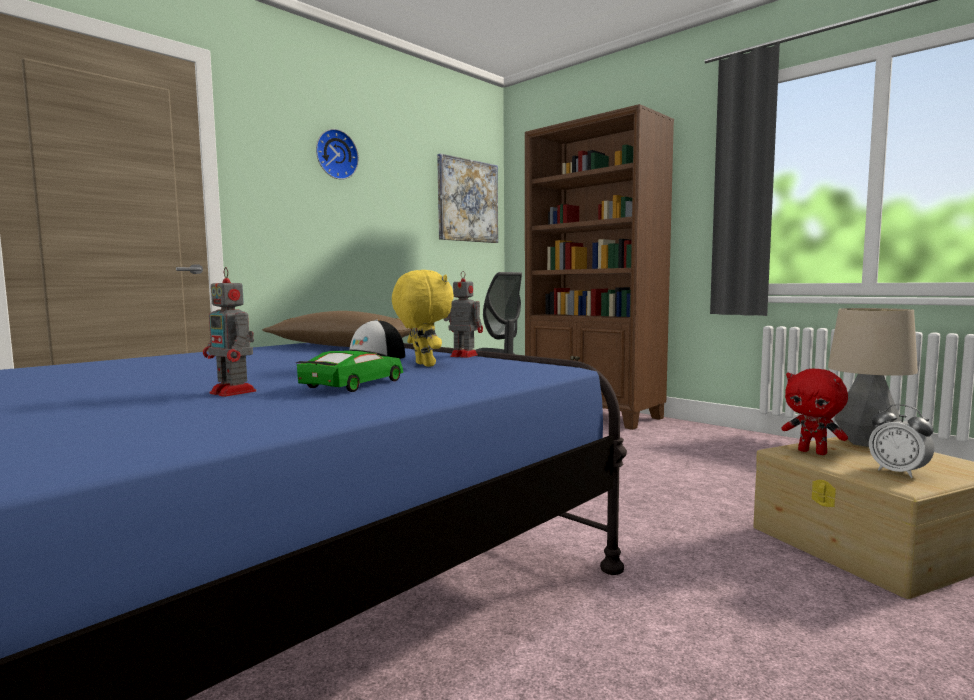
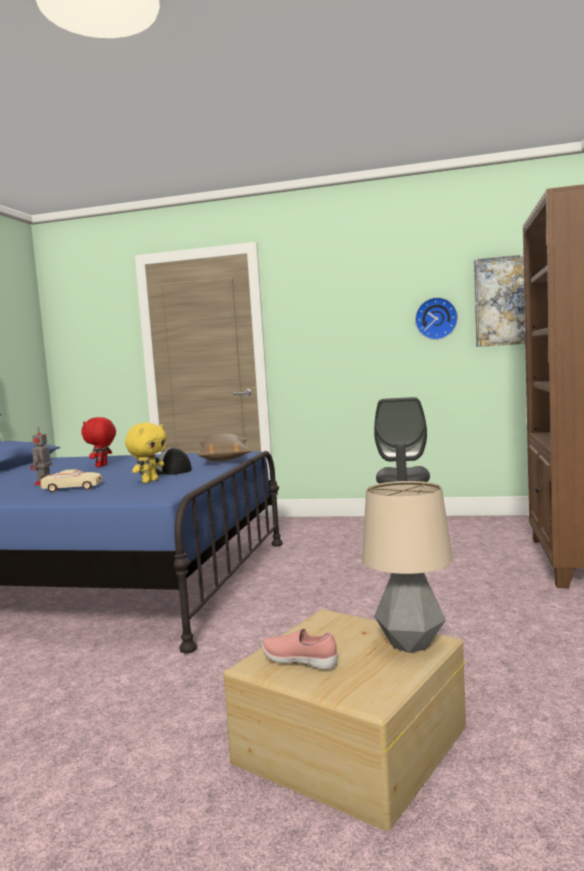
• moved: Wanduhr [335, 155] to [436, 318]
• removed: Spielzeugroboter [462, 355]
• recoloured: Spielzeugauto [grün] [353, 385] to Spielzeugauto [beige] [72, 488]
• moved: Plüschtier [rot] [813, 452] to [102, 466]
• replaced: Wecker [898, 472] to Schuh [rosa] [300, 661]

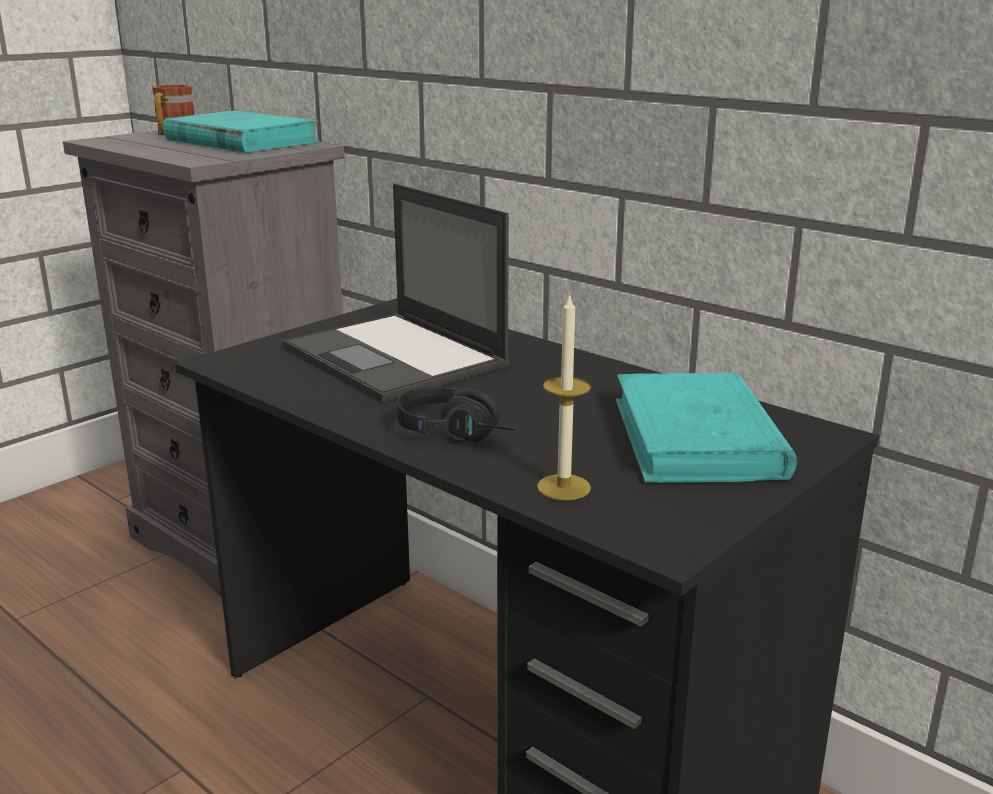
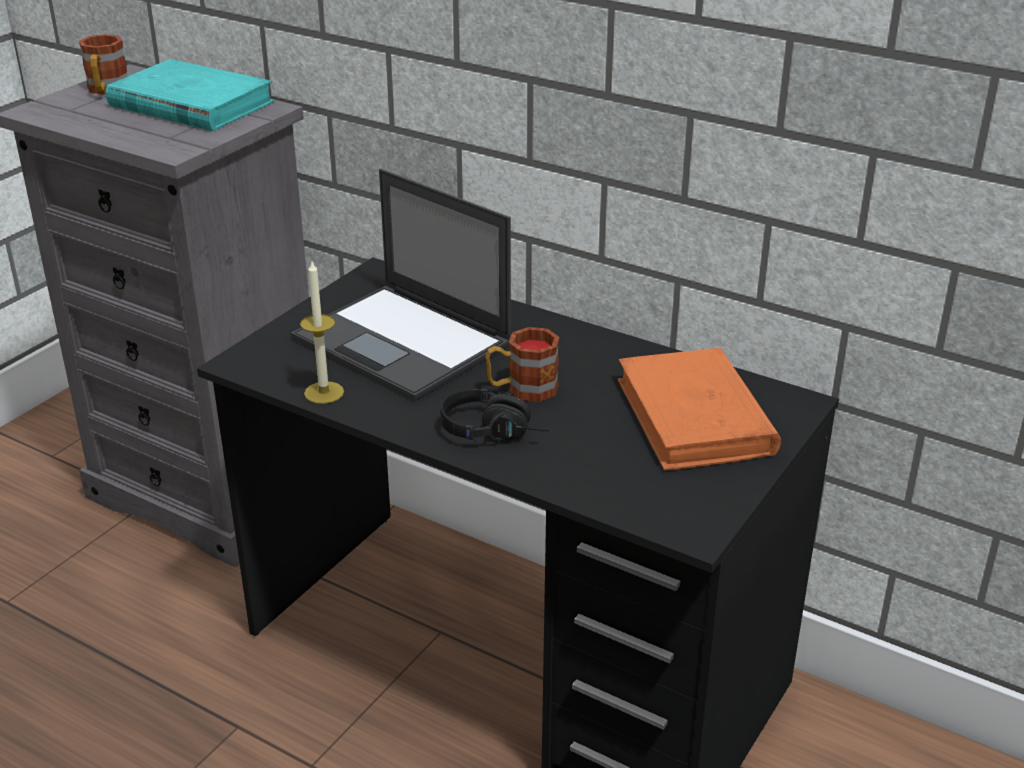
• moved: Kerze [564, 487] to [324, 392]
• recoloured: Buch [türkis] [697, 438] to Buch [orange] [694, 417]
• added: Henkelbecher [522, 389]

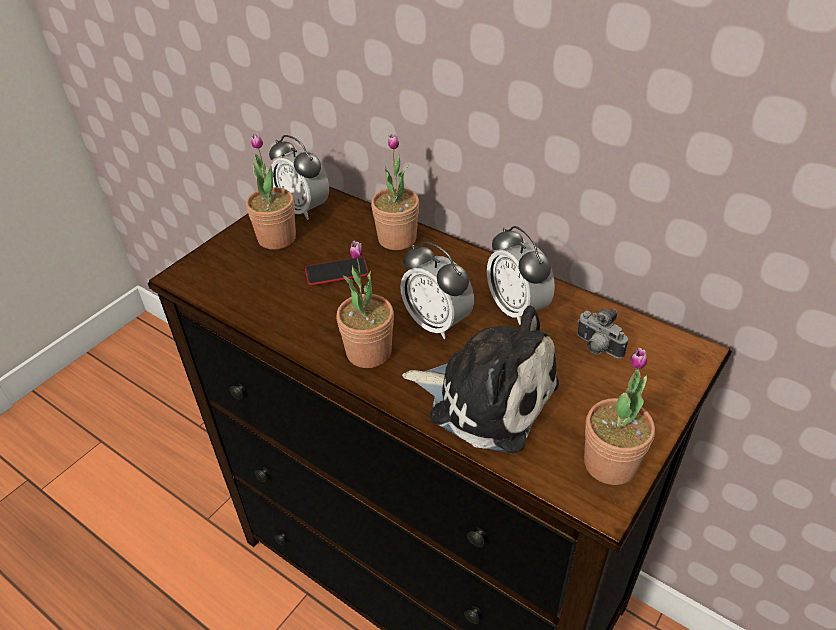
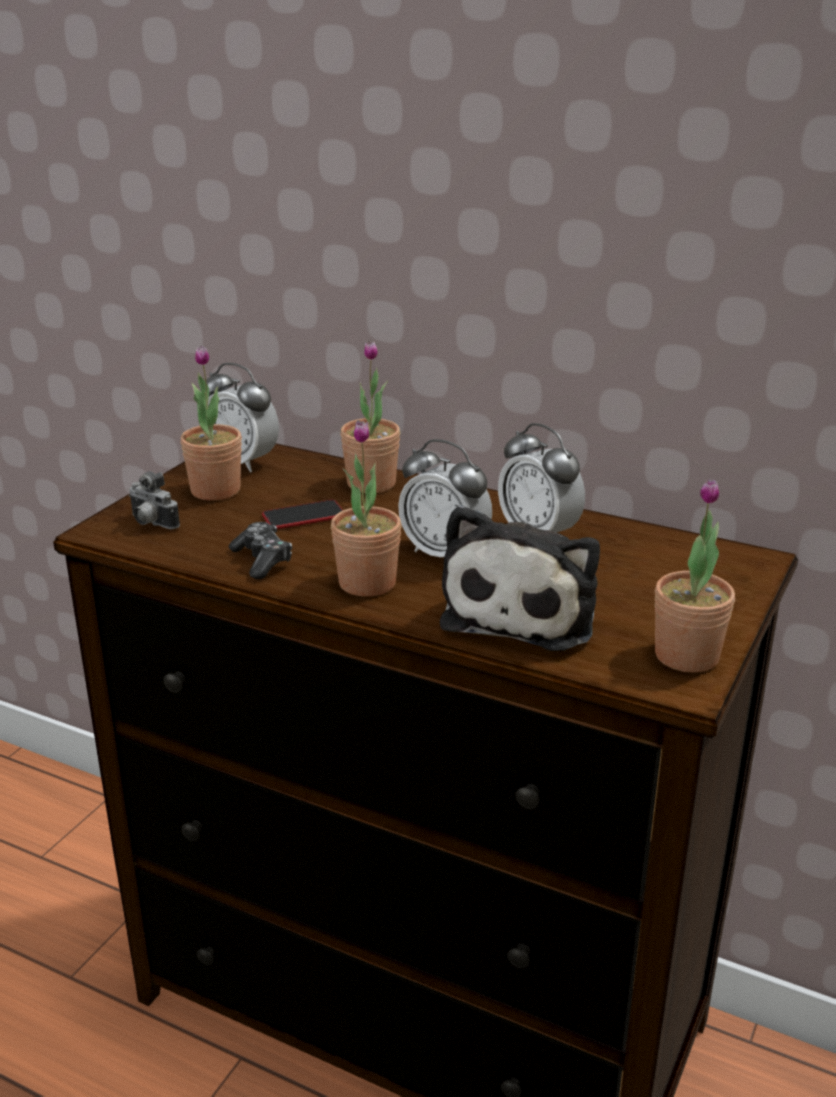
• turned: Plüschtier [486, 397] = [524, 611] 90 degrees clockwise
• moved: Kamera [596, 348] to [151, 524]
• added: Gamepad [262, 560]

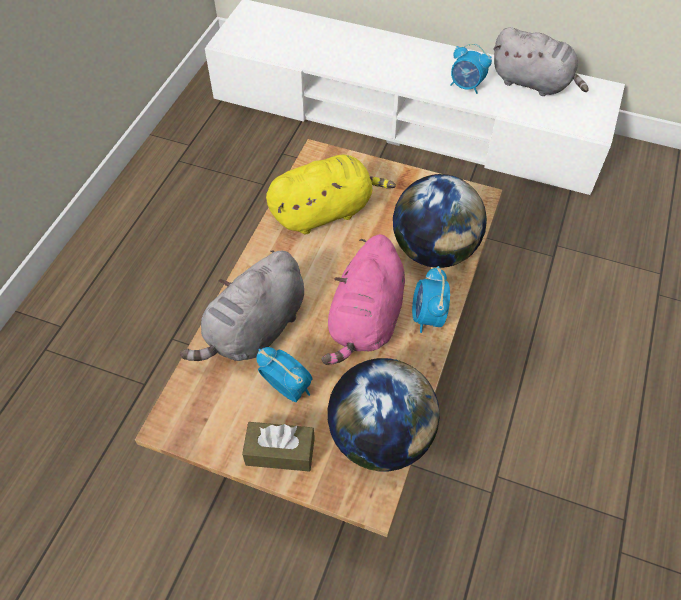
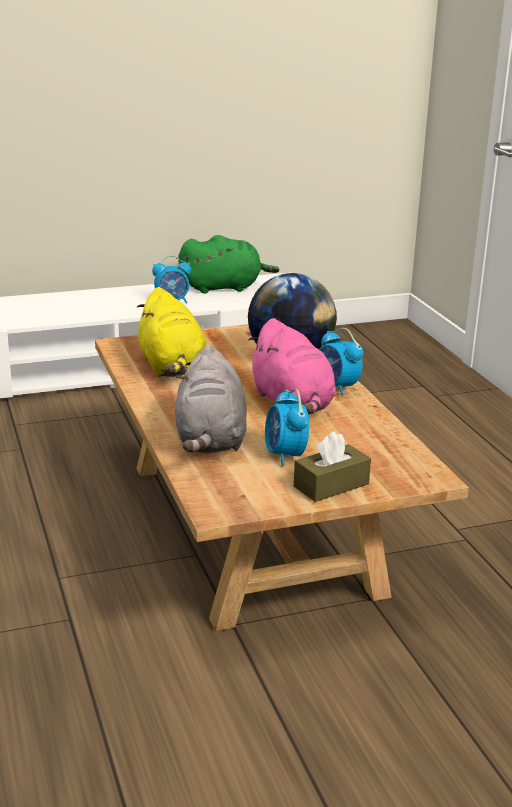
• recoloured: Plüschtier [grau] [533, 83] to Plüschtier [grün] [224, 287]
• turned: Plüschtier [gelb] [325, 211] = [172, 367] 135 degrees clockwise
• turned: Wecker [287, 388] = [285, 455] 105 degrees counterclockwise
• removed: Globus [380, 436]

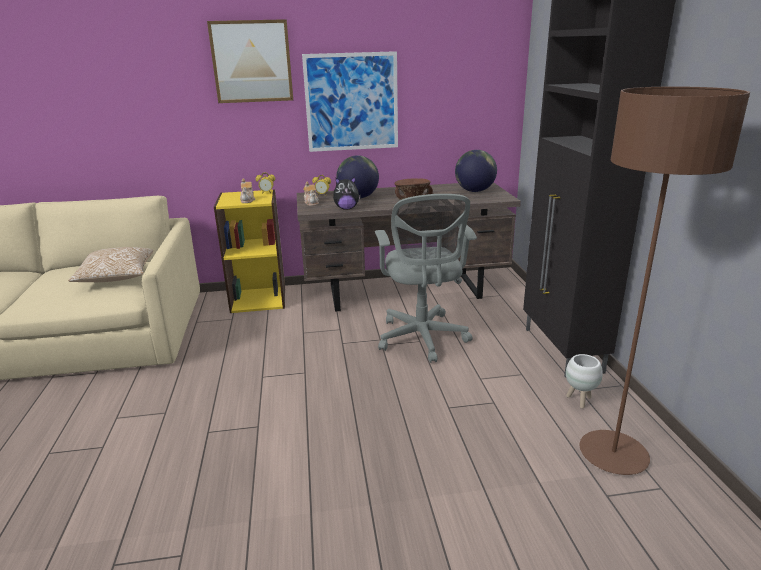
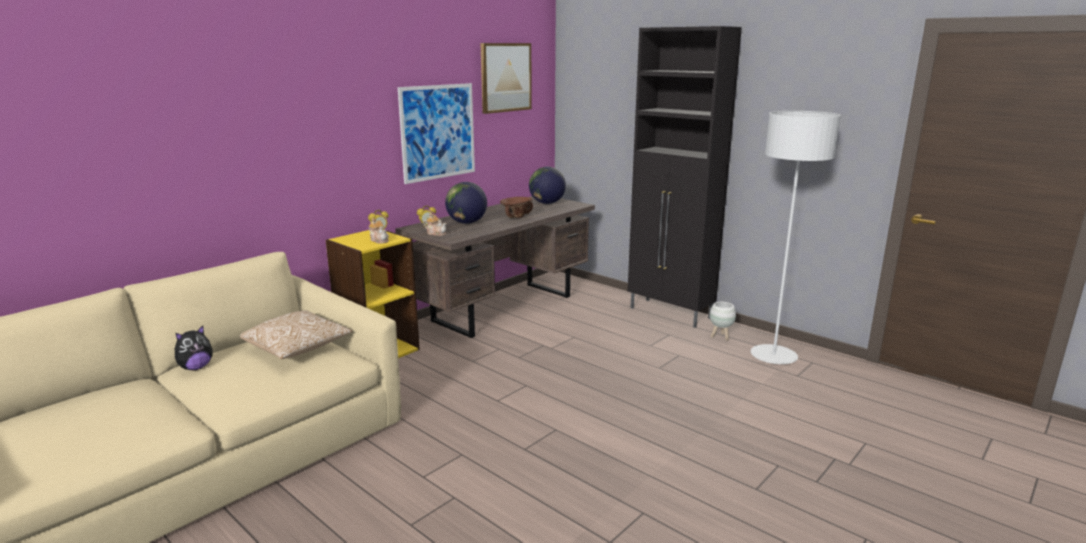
• moved: Bild [252, 62] to [505, 77]
• recoloured: Stehlampe [braun] [613, 454] to Stehlampe [grau] [773, 356]
• moved: Plüschtier [346, 208] to [196, 367]
• removed: Bürostuhl [grau] [422, 339]

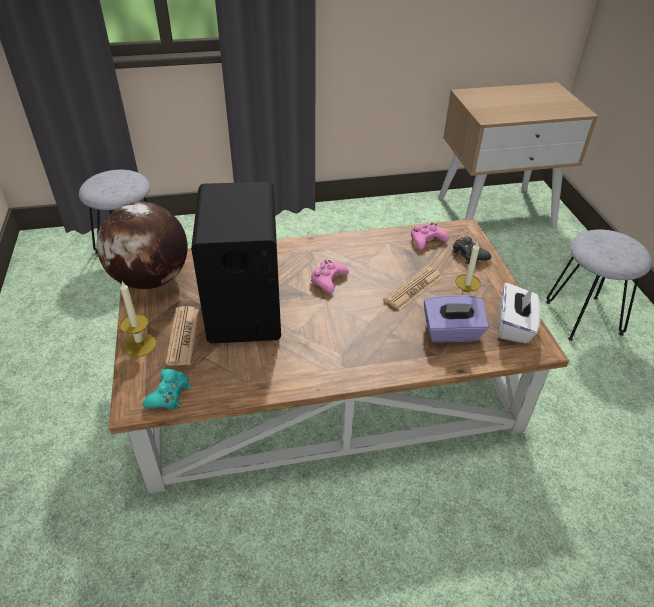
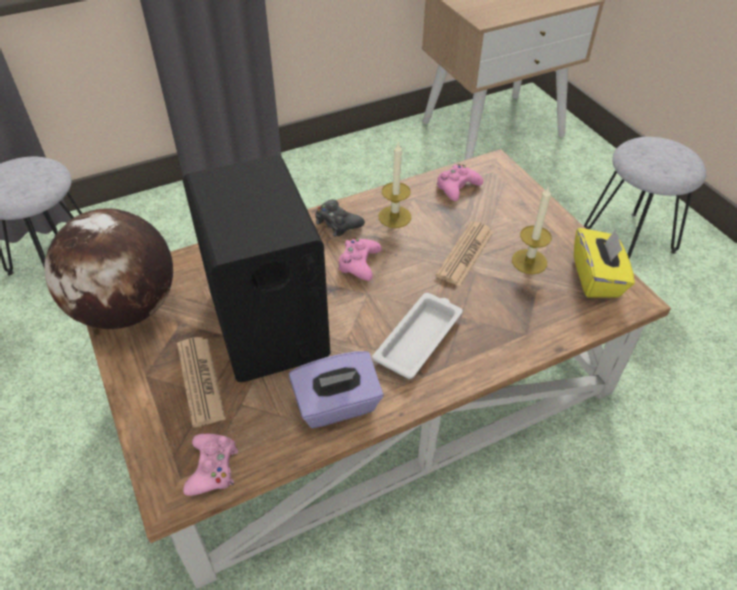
• moved: Gamepad [schwarz] [469, 255] to [337, 223]
• moved: Kerze [140, 345] to [394, 217]
• recoloured: Taschentuchbox [weiß] [514, 326] to Taschentuchbox [gelb] [597, 278]
• moved: Taschentuchbox [lila] [452, 333] to [337, 405]
• recoloured: Gamepad [türkis] [169, 394] to Gamepad [rosa] [213, 468]
• added: Tablett [weiß] [419, 338]

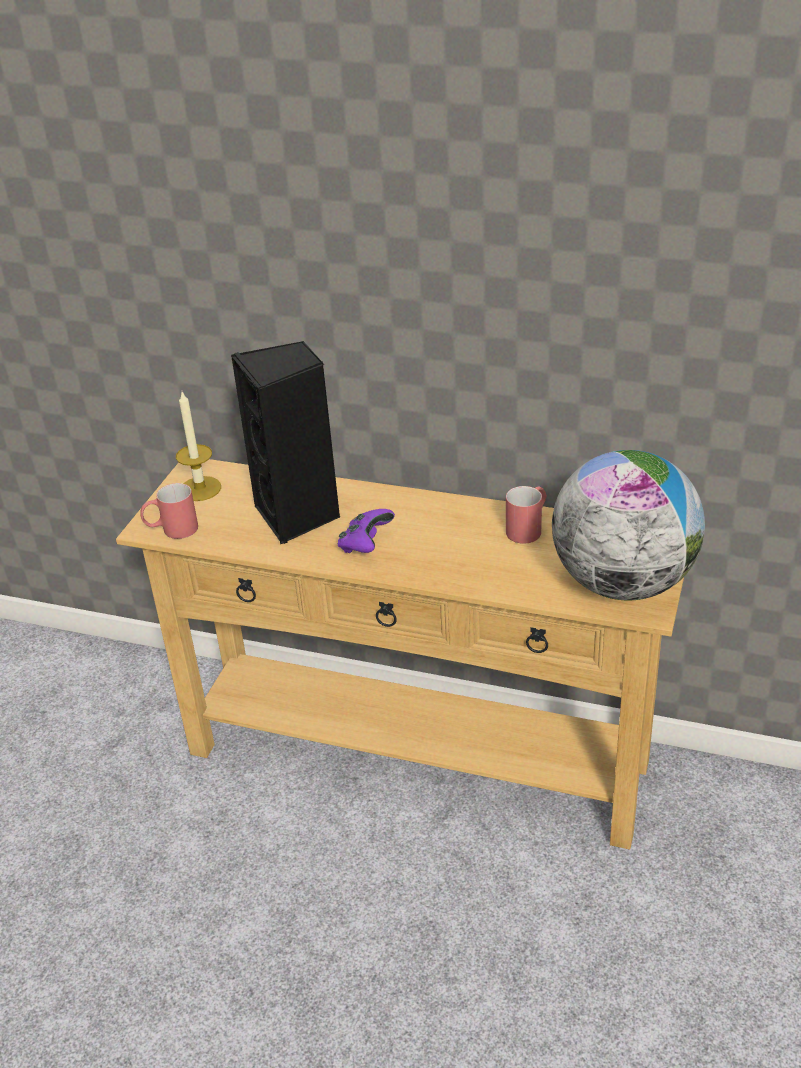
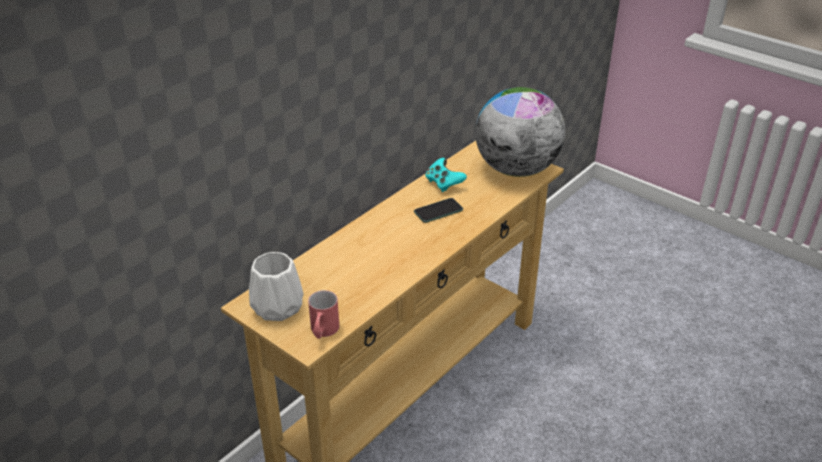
• removed: Lautsprecher [schwarz] [298, 516]
• replaced: Kerze [200, 489] to Vase [weiß] [279, 307]
• replaced: Henkelbecher [rot] [528, 528] to Gamepad [türkis] [443, 183]
• removed: Gamepad [lila] [365, 544]
• added: Handy [438, 211]

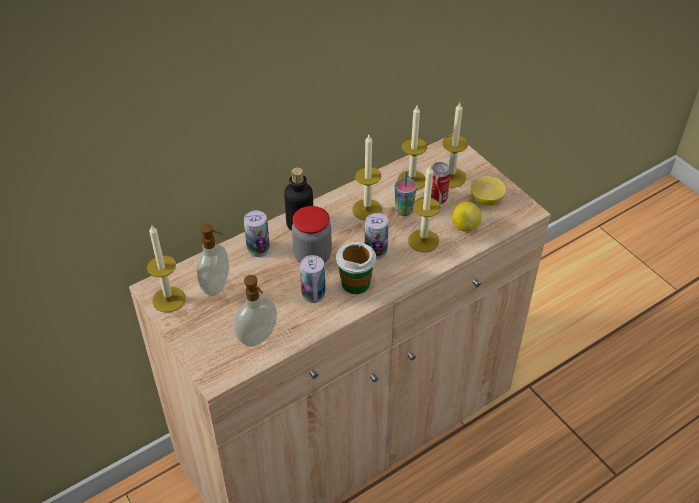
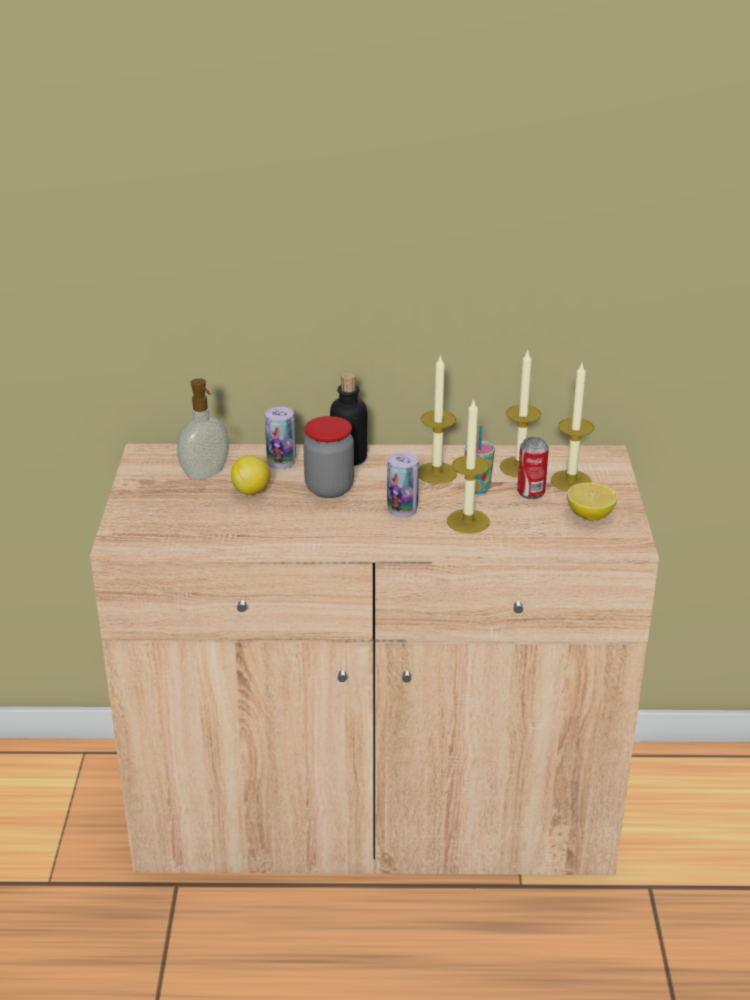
• moved: Zitrone [465, 226] to [251, 491]
• removed: Kerze [168, 299]
• removed: Tasse [355, 283]
• removed: Dose [313, 294]
• removed: Seifenspender [258, 337]

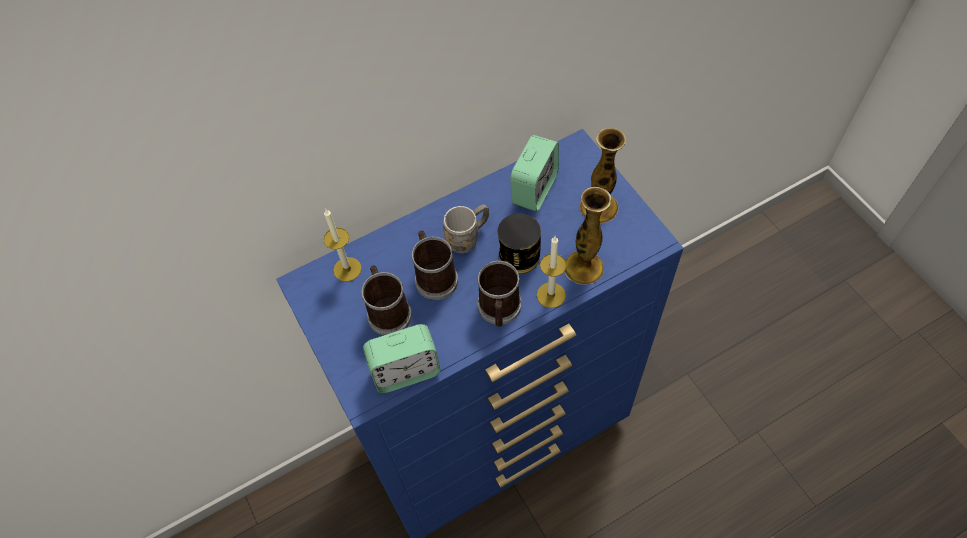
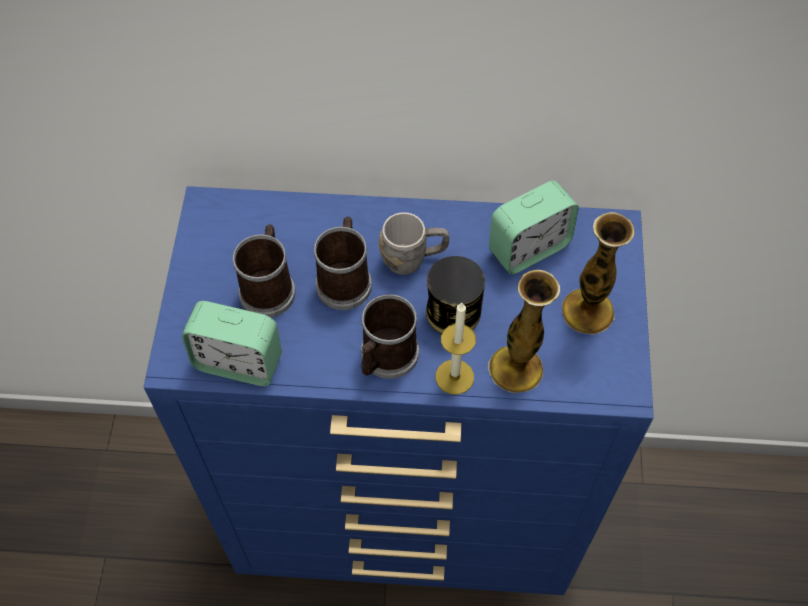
• removed: Kerze [347, 269]

